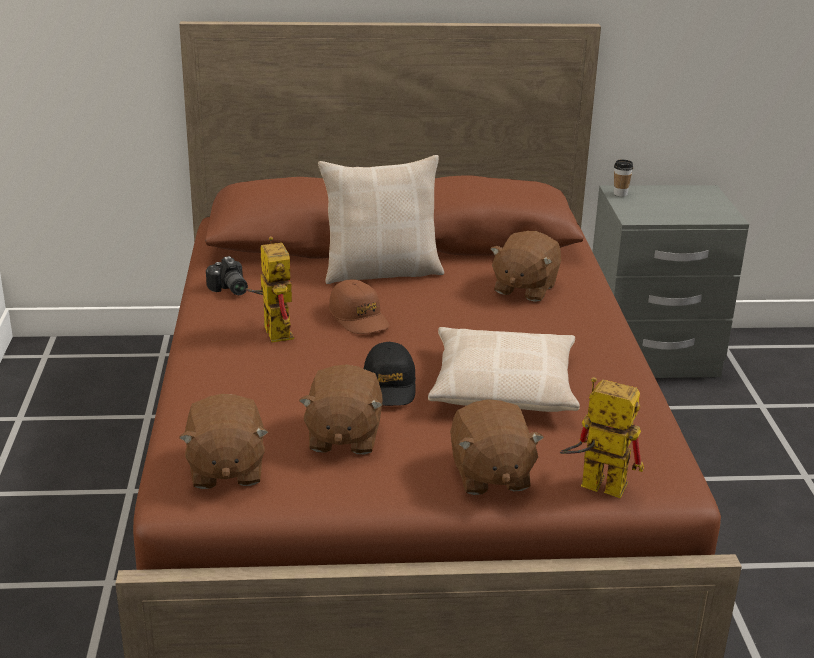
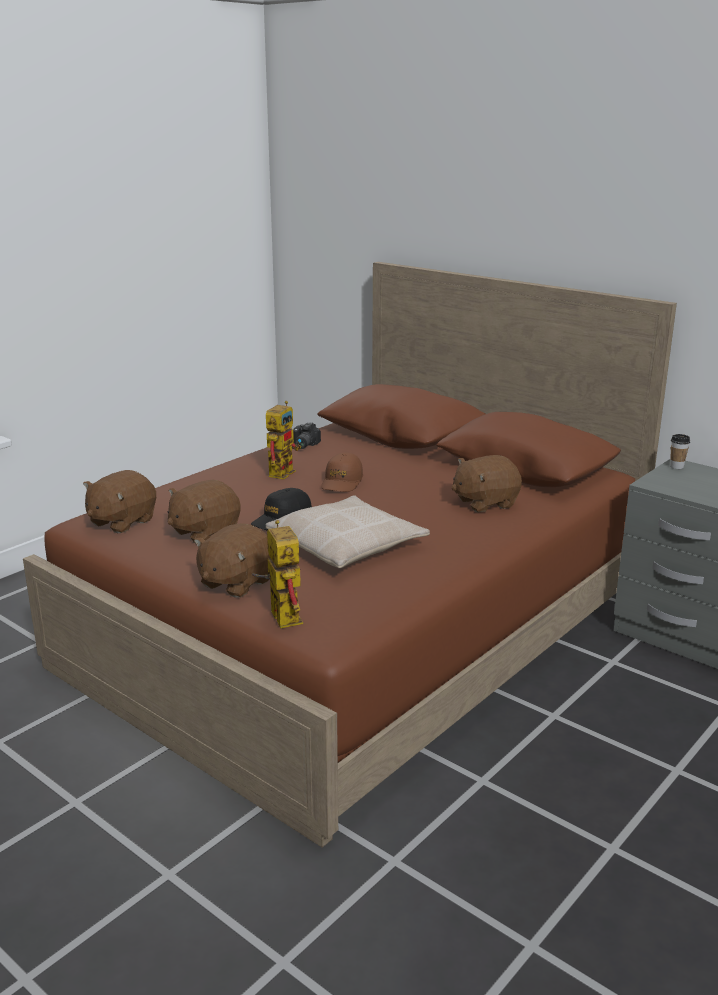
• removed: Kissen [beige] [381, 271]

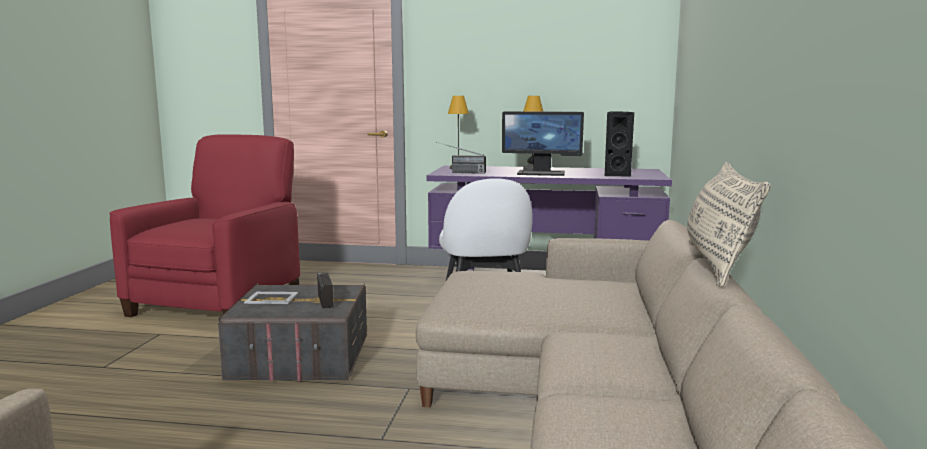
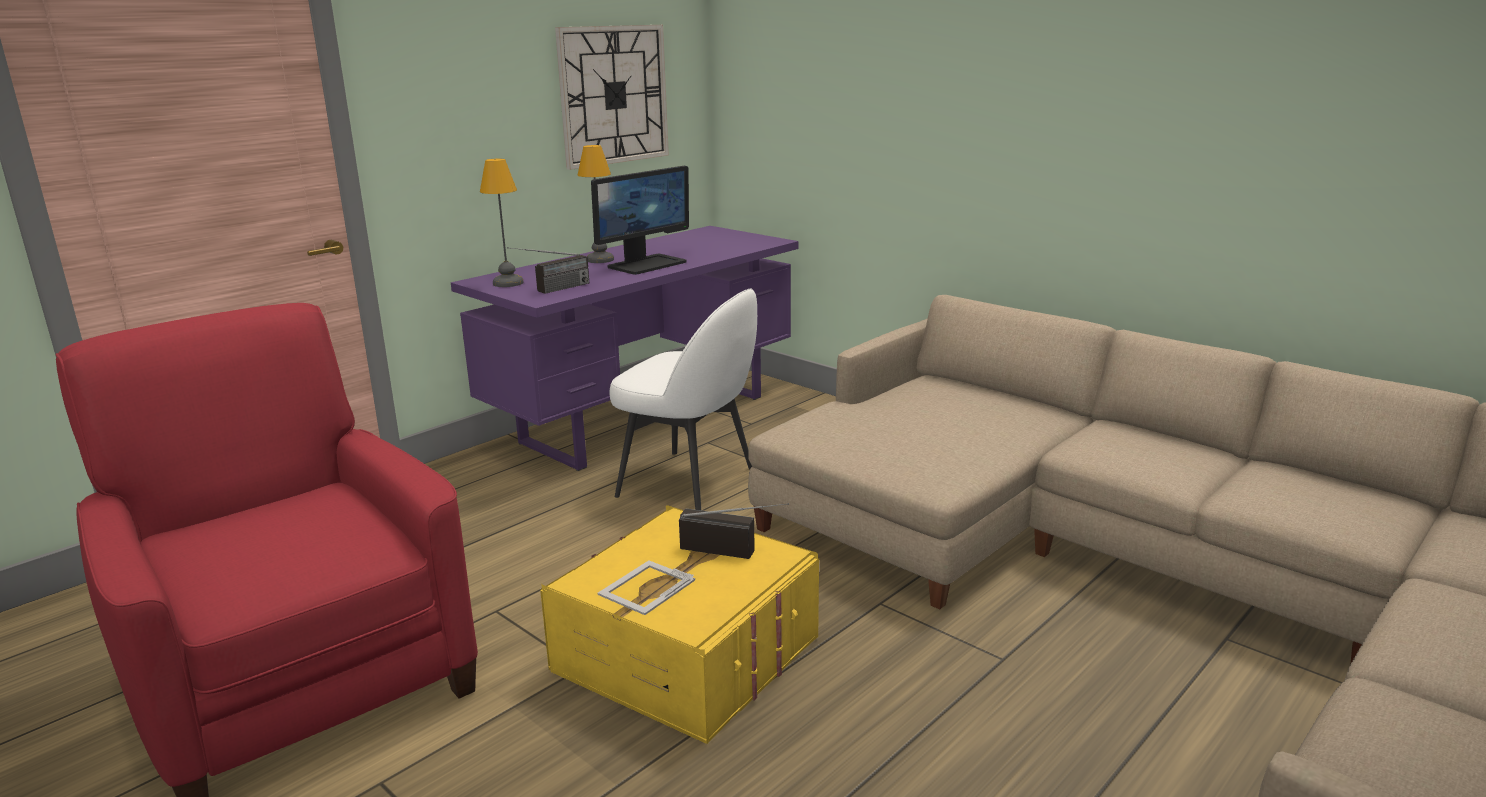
• removed: Lautsprecher [schwarz] [616, 175]
• removed: Kissen [beige] [717, 264]
• recoloured: Aufbewahrungsbox [grau] [300, 357] to Aufbewahrungsbox [gelb] [686, 655]
• added: Wanduhr [613, 95]

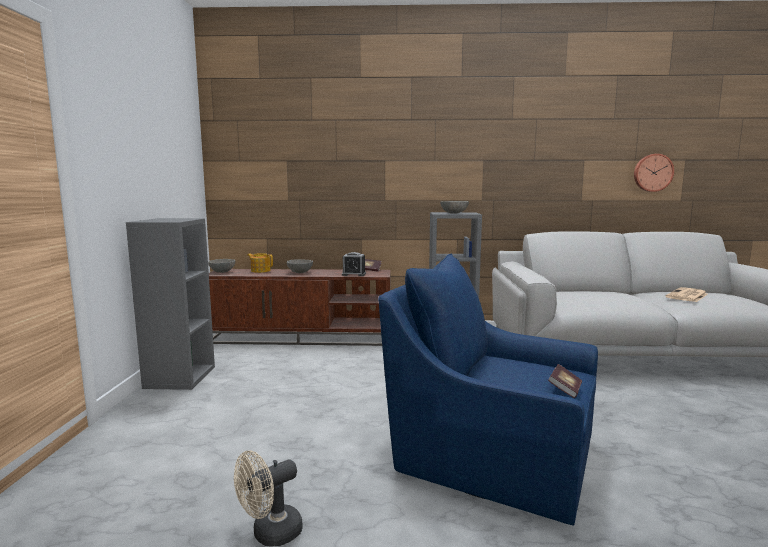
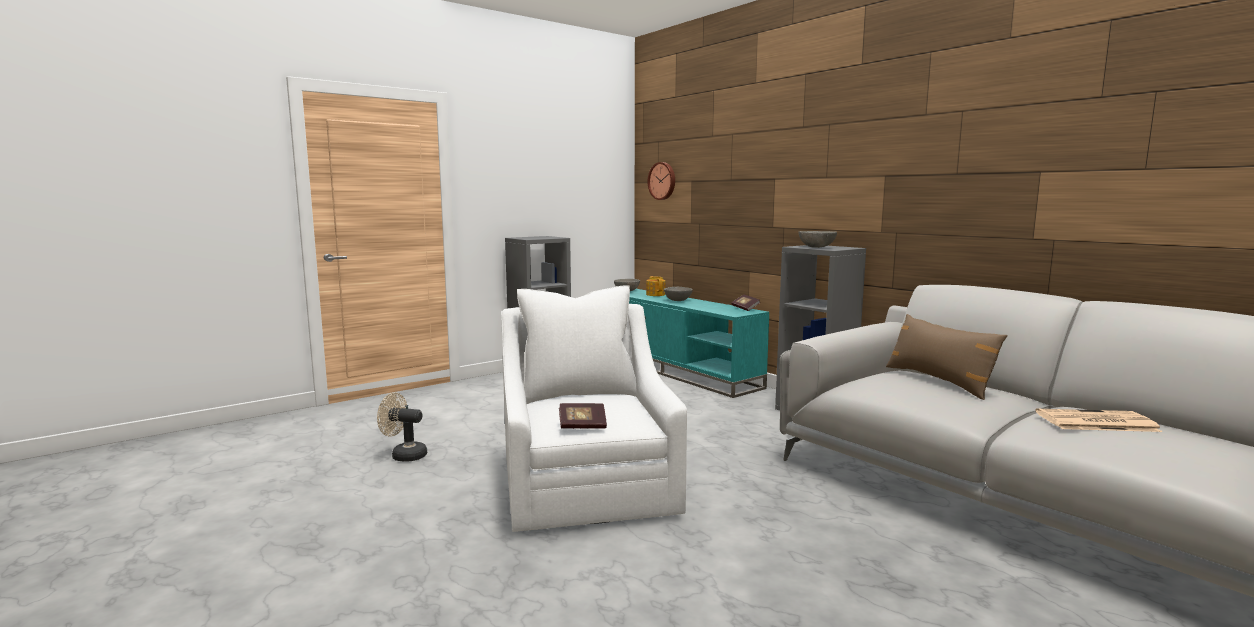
• moved: Wanduhr [652, 173] to [662, 181]
• removed: Wecker [353, 274]
• recoloured: Sessel [blau] [488, 454] to Sessel [weiß] [587, 485]
• recoloured: Fernsehschrank [braun] [303, 337] to Fernsehschrank [türkis] [679, 371]
• added: Kissen [braun] [939, 381]

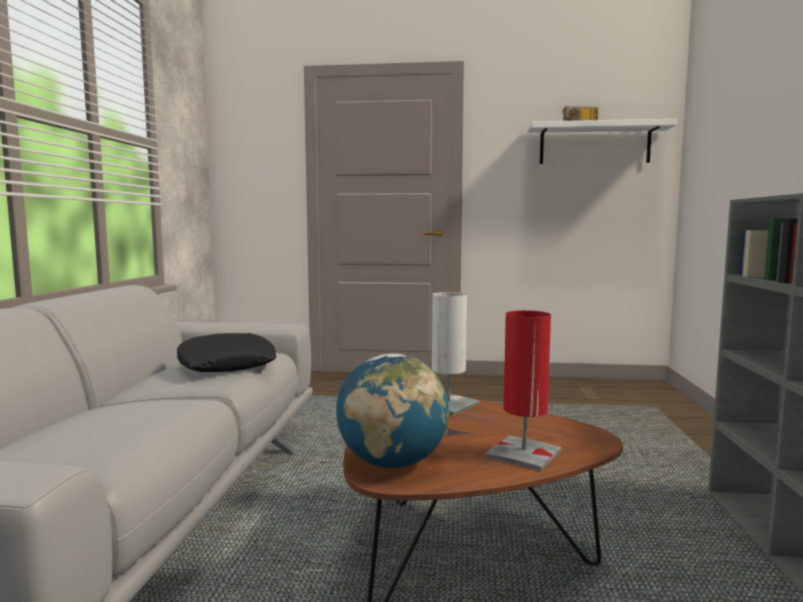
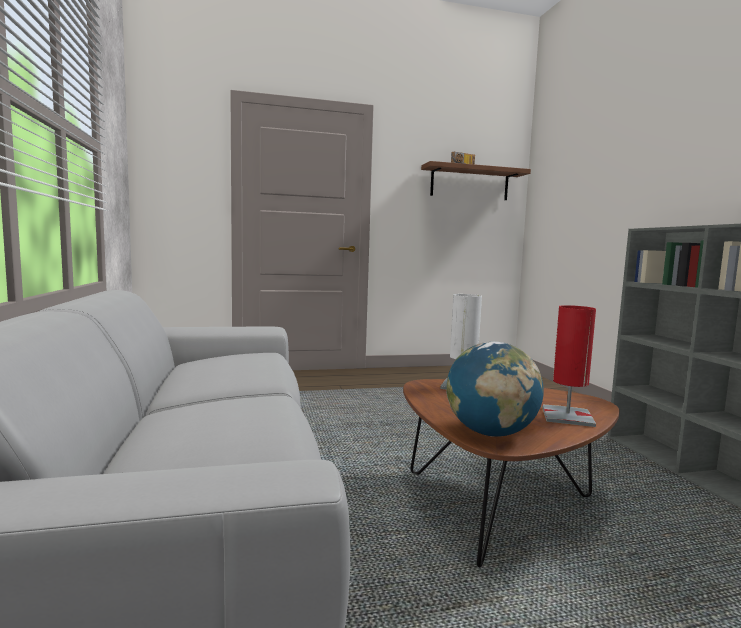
• recoloured: Wandregal [weiß] [594, 144] to Wandregal [braun] [469, 183]
• removed: Kissen [schwarz] [226, 364]

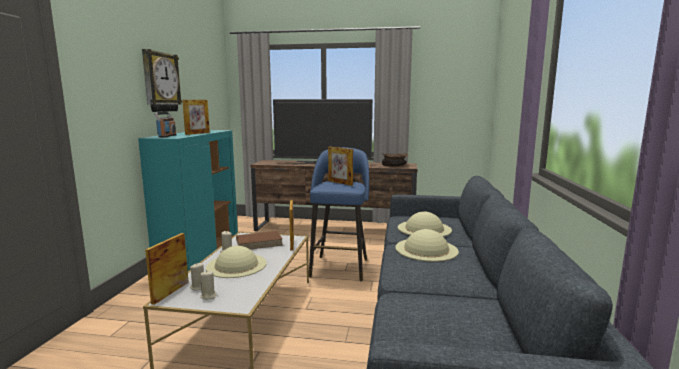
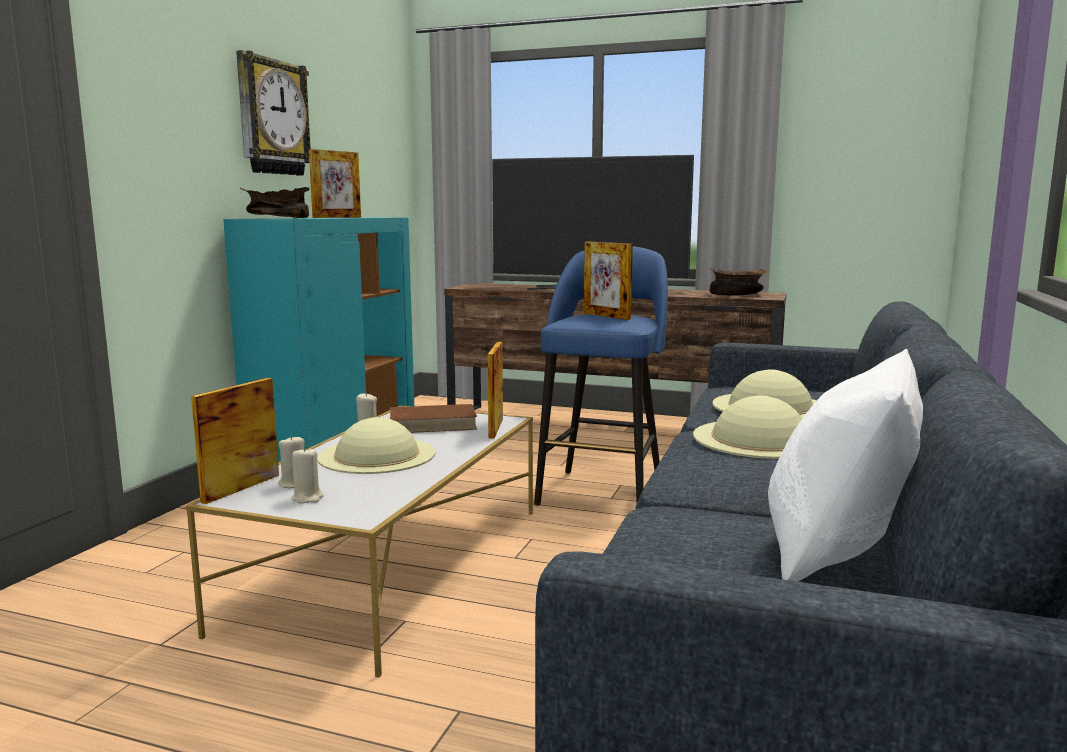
• replaced: Radio [167, 136] to Schüssel [braun] [277, 218]
• added: Kissen [weiß] [840, 549]

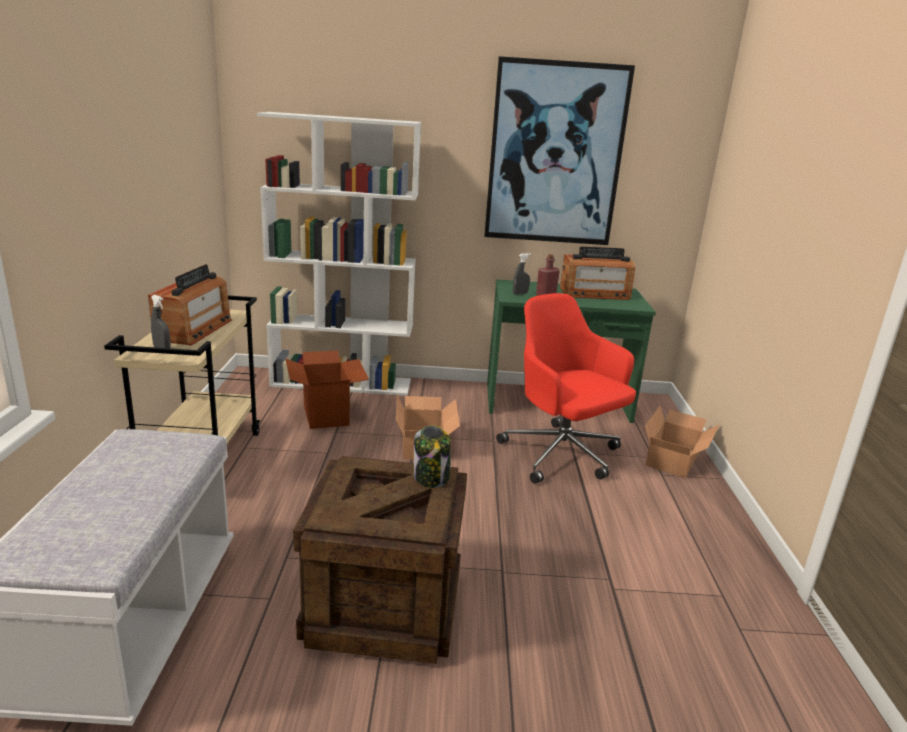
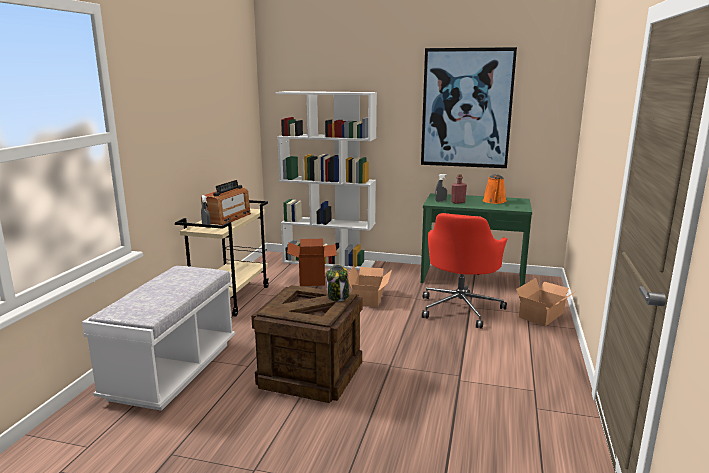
• replaced: Radio [594, 294] to Gießkanne [orange] [495, 201]
• turned: Bürostuhl [rot] [562, 455] = [460, 308] 135 degrees counterclockwise

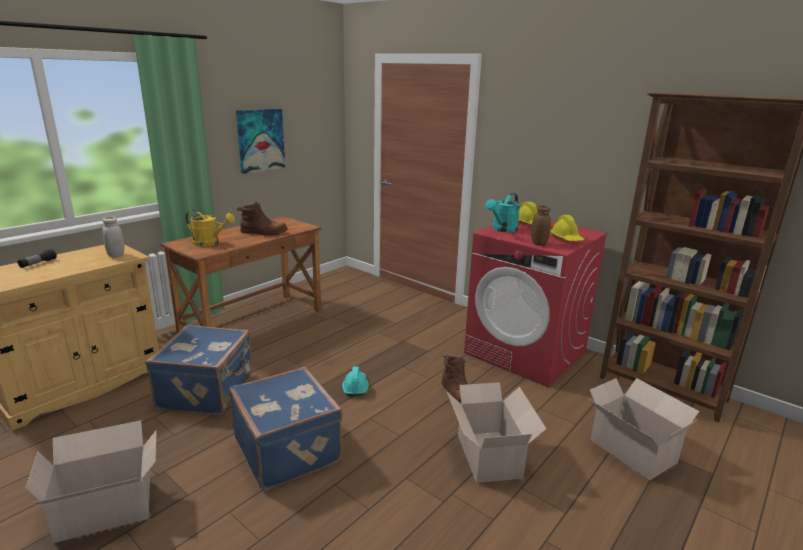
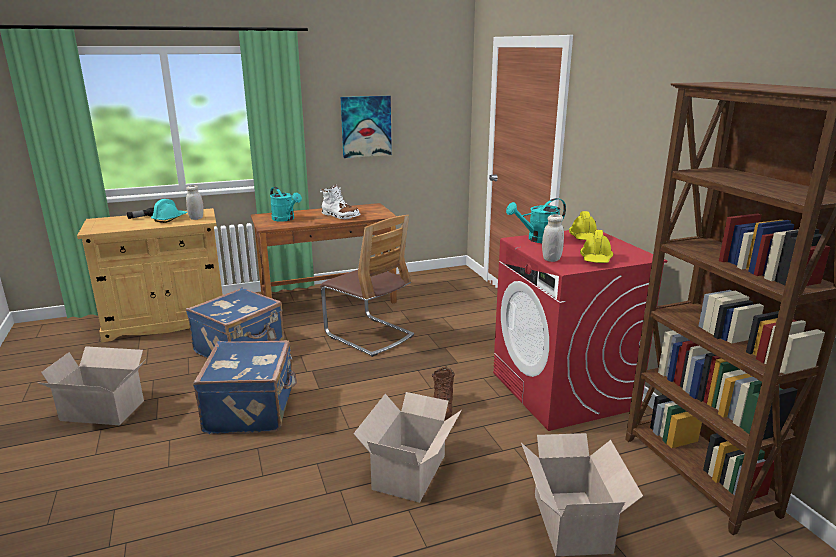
• recoloured: Stiefel [braun] [263, 233] to Stiefel [weiß] [340, 216]
• recoloured: Vorratsglas [braun] [538, 243] to Vorratsglas [weiß] [551, 259]
• recoloured: Gießkanne [gelb] [210, 243] to Gießkanne [türkis] [285, 219]
• moved: Schutzhelm [türkis] [355, 387] to [169, 219]
• added: Stuhl [369, 335]

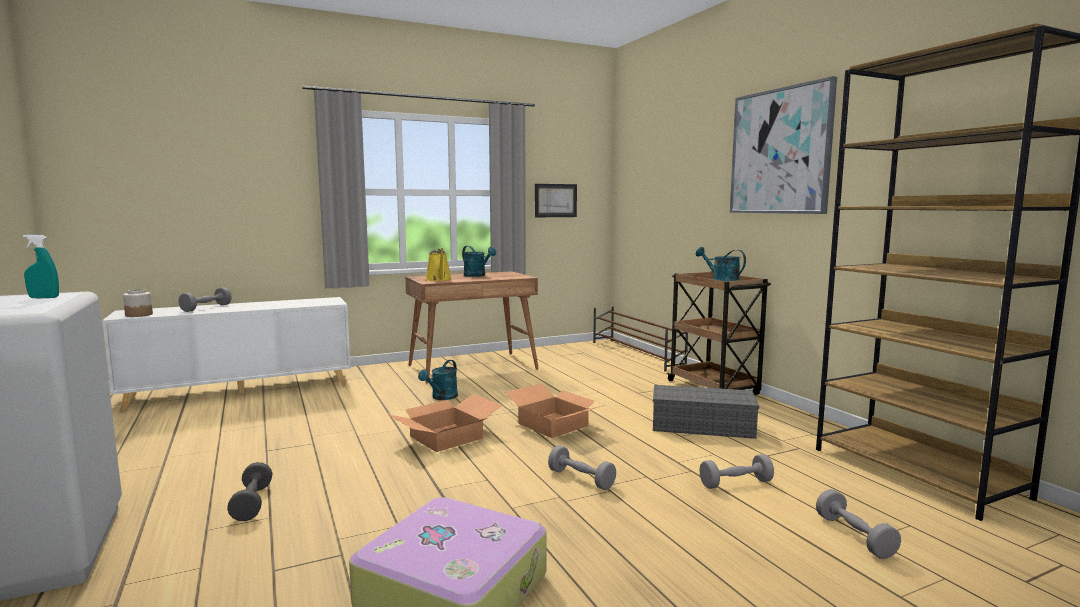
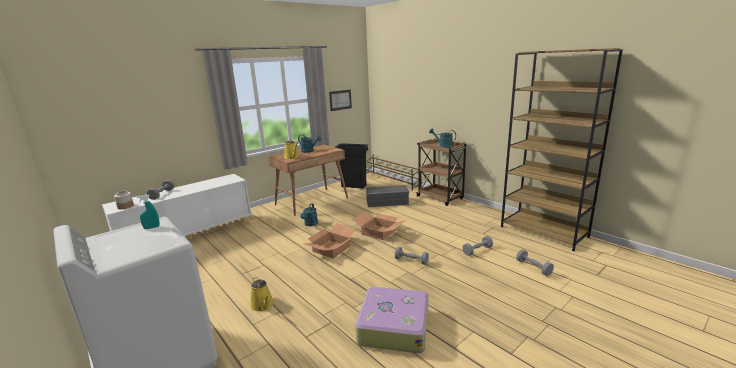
• removed: Bild [780, 151]
• moved: Aufbewahrungsbox [grau] [703, 425] to [387, 202]
• replaced: Hantel [grau] [252, 503] to Gießkanne [gelb] [263, 305]
• added: Mülleimer [schwarz] [354, 186]

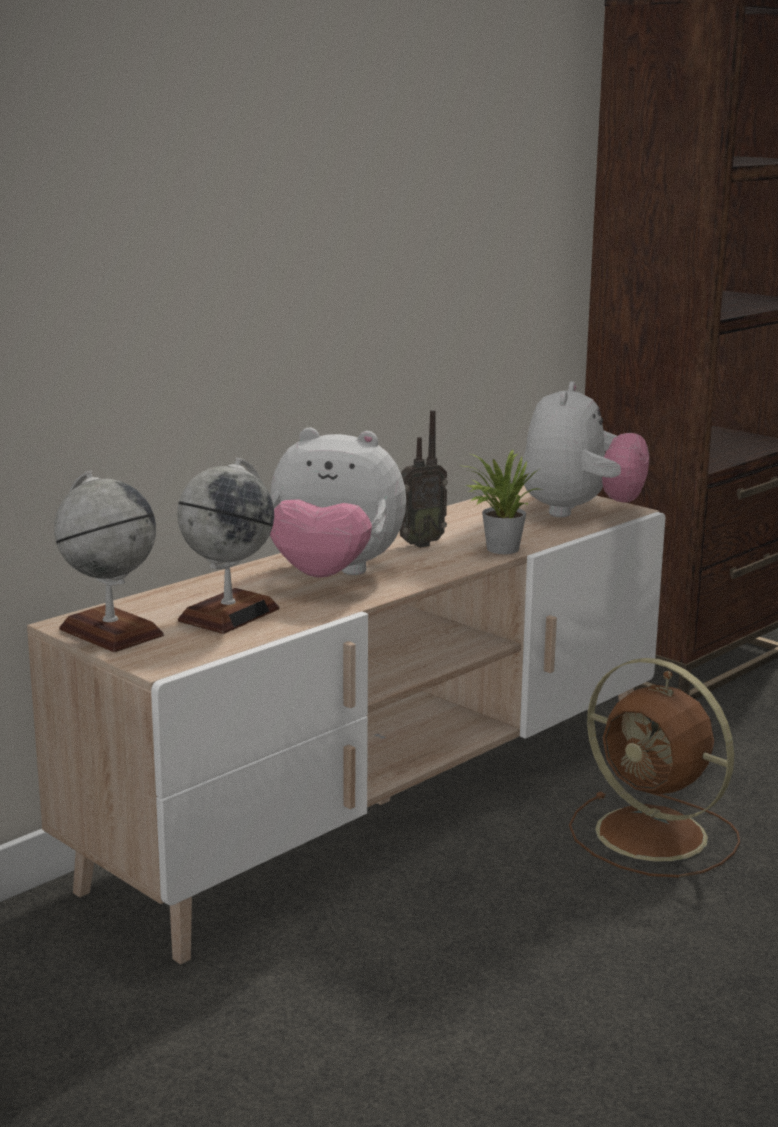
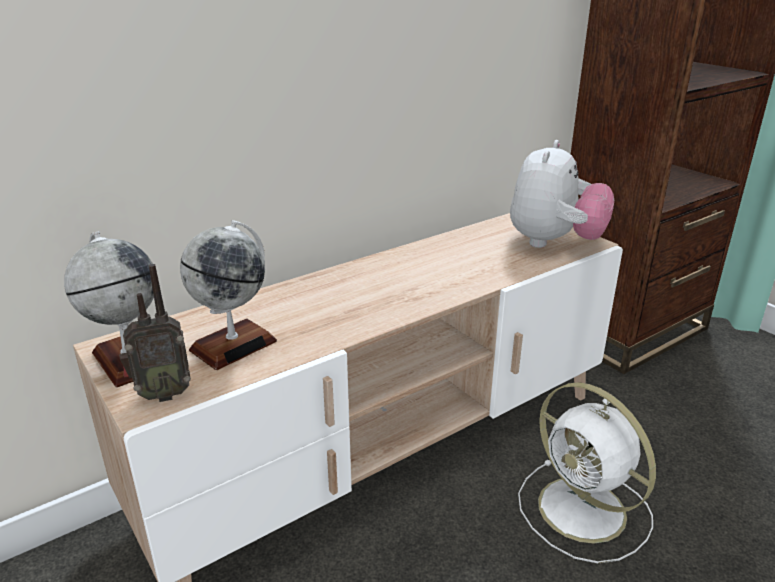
• moved: Radio [416, 544] to [162, 394]
• removed: Plüschtier [332, 576]
• removed: Topfpflanze [498, 549]
• recoloured: Ventilator [braun] [655, 836] to Ventilator [weiß] [585, 511]

